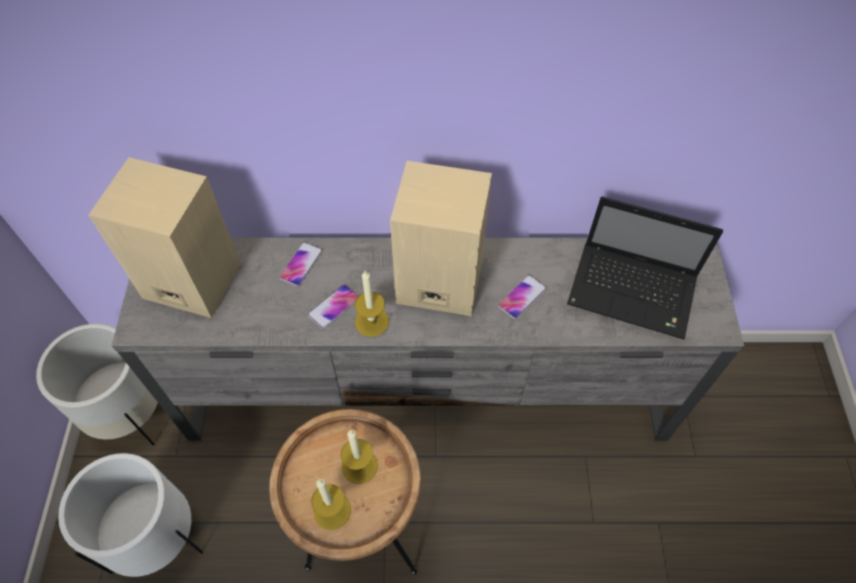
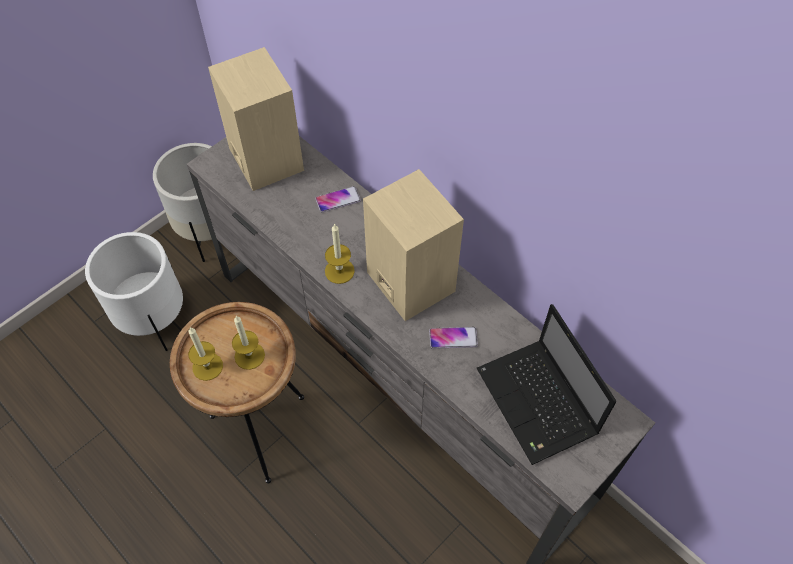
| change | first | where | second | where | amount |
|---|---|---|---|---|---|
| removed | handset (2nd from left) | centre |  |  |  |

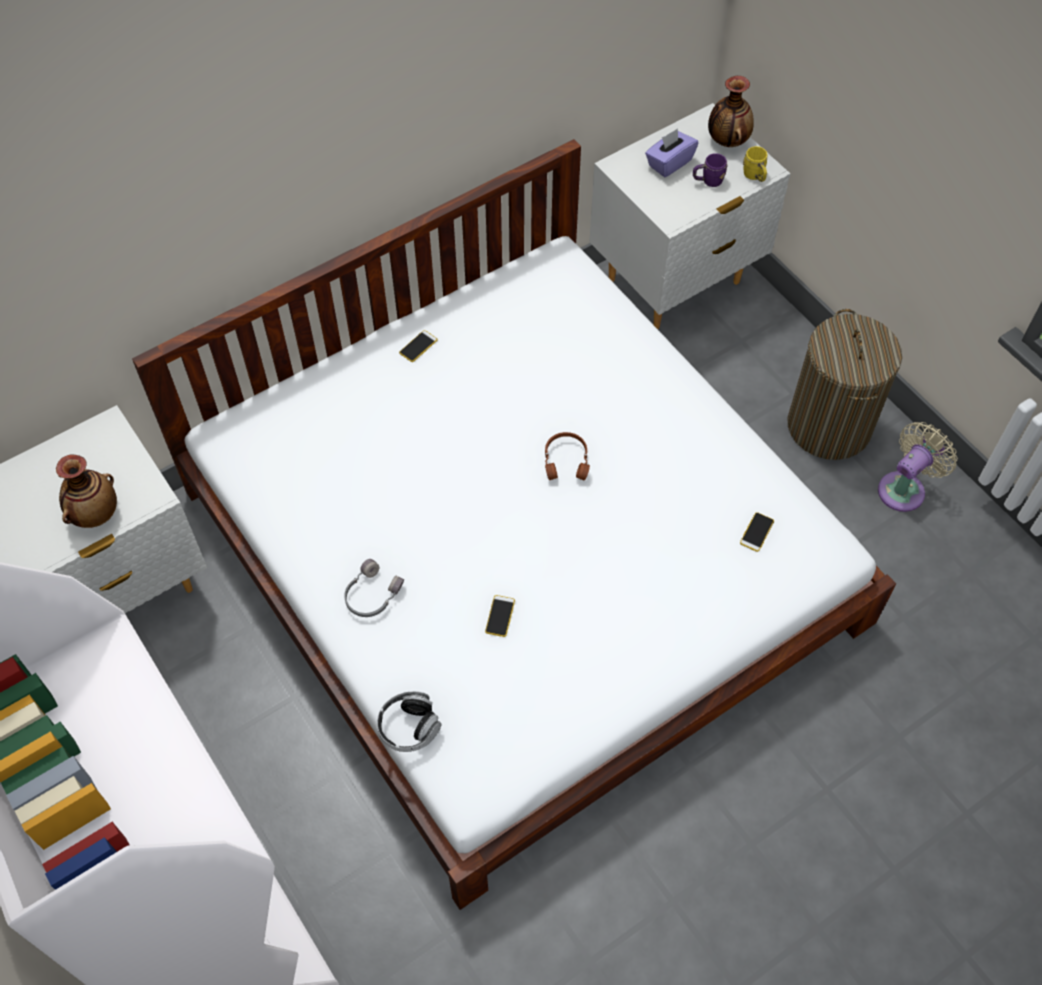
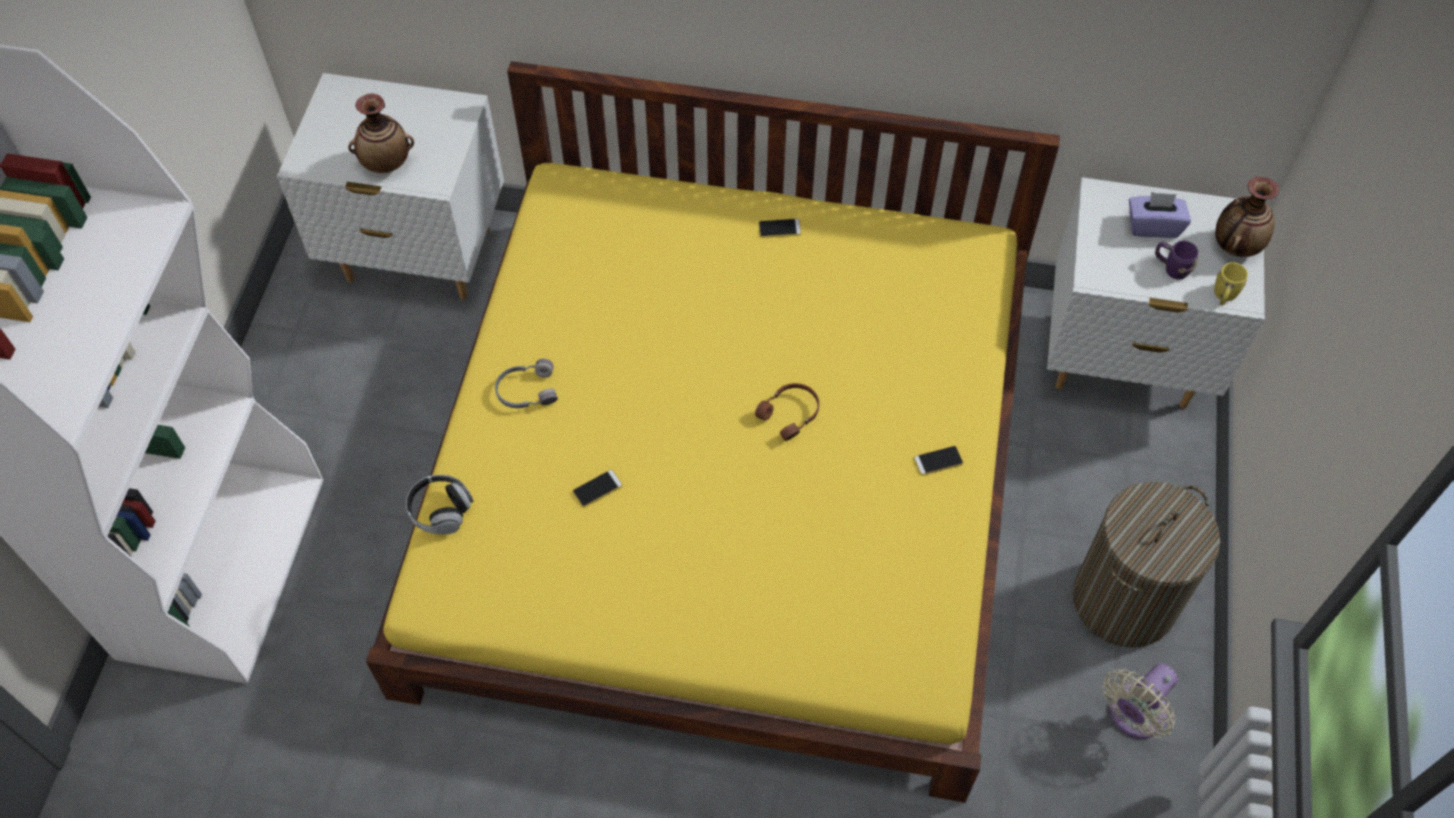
| change | first | where | second | where | amount |
|---|---|---|---|---|---|
| recoloured | white-coloured bed | centre | yellow bed | centre |  |
| turned | sand-coloured cooling fan | middle right |  | bottom right | 135 degrees clockwise |
| moved | handset (3rd from left) | middle right |  | centre |  |

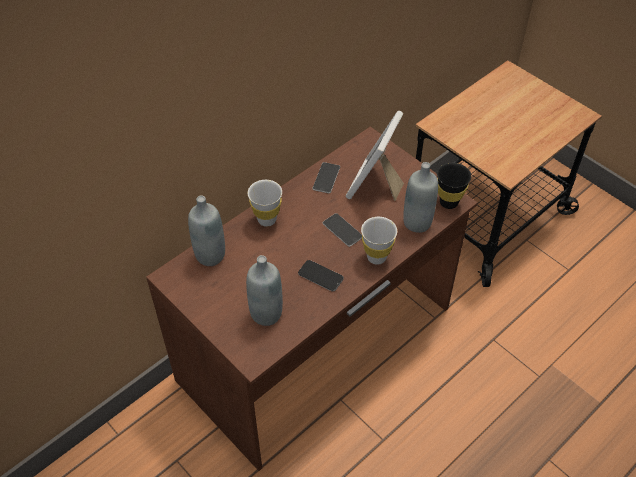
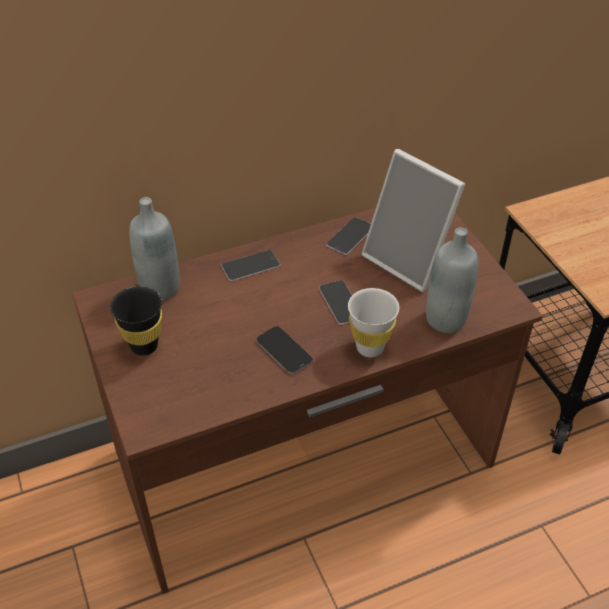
| change | first | where | second | where | amount |
|---|---|---|---|---|---|
| turned | standing frame | top centre |  | middle right | 90 degrees counterclockwise |
| moved | black small cup | middle right |  | middle left |  |
| replaced | white-coloured small cup (1st from left) | centre | handset (1st from left) | centre |  |
| removed | grey bottle (2nd from left) | centre |  |  |  |

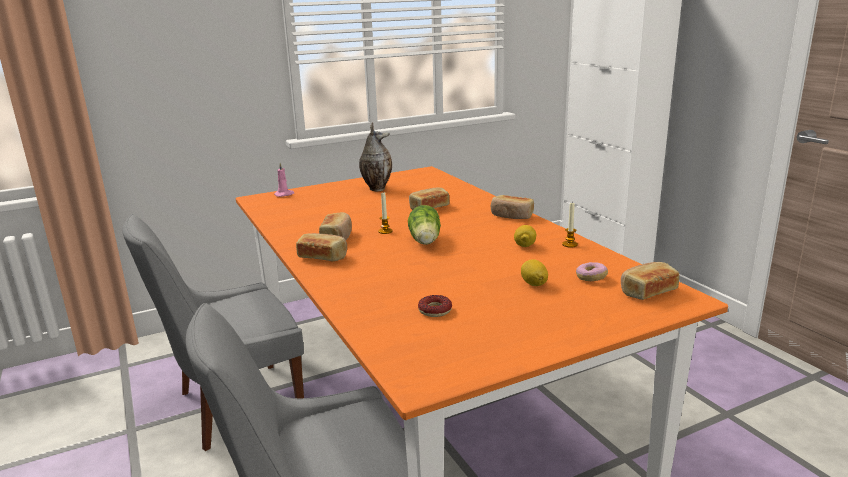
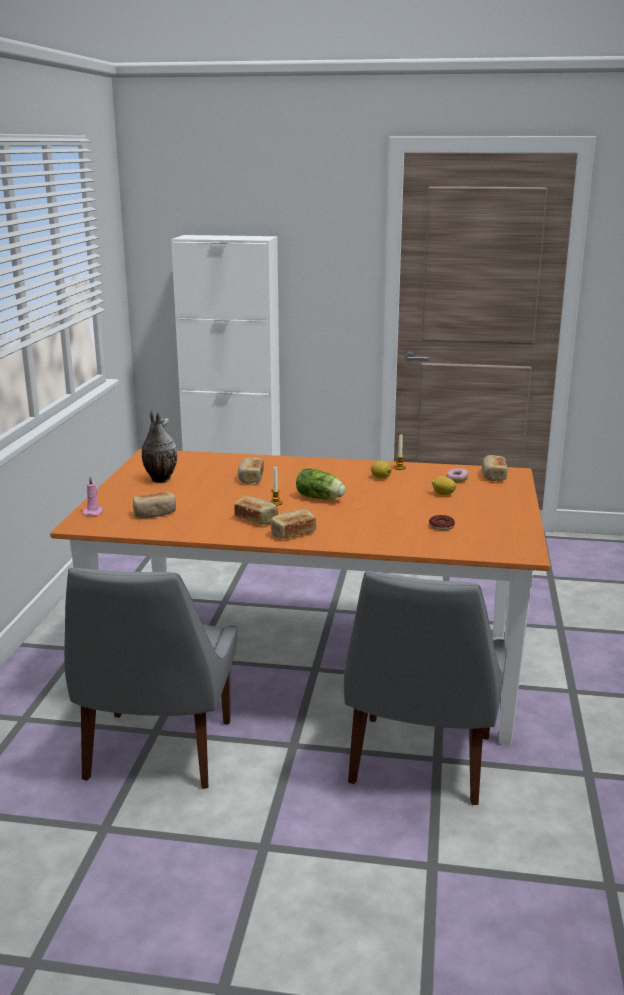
| change | first | where | second | where | amount |
|---|---|---|---|---|---|
| moved | bread (4th from left in the first image) | centre | bread (1st from left) | middle left |  |

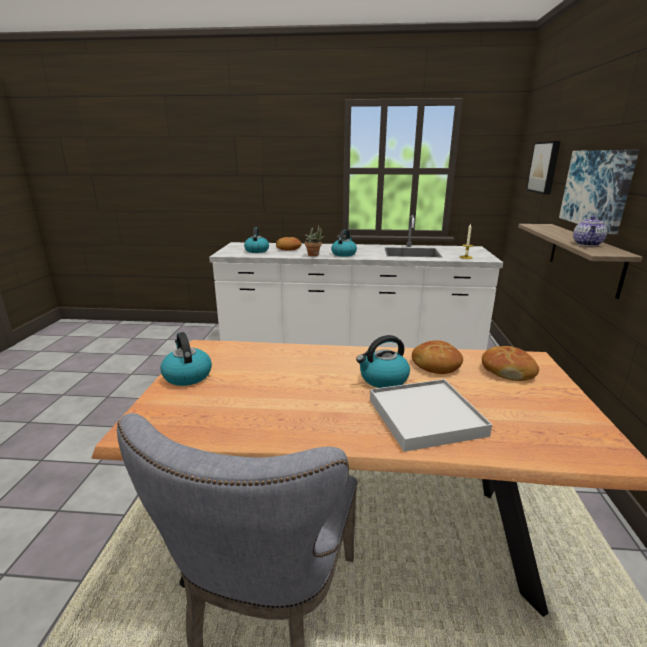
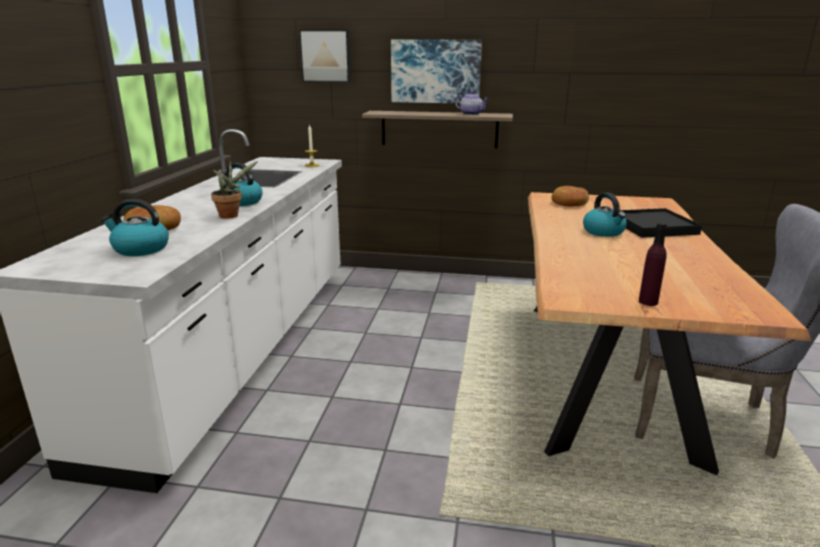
| change | first | where | second | where | amount |
|---|---|---|---|---|---|
| replaced | tea kettle (1st from left) | middle left | purple bottle | middle right |  |
| removed | bread (2nd from left) | middle right |  |  |  |
| recoloured | white-coloured carrying tray | centre | black carrying tray | middle right |  |

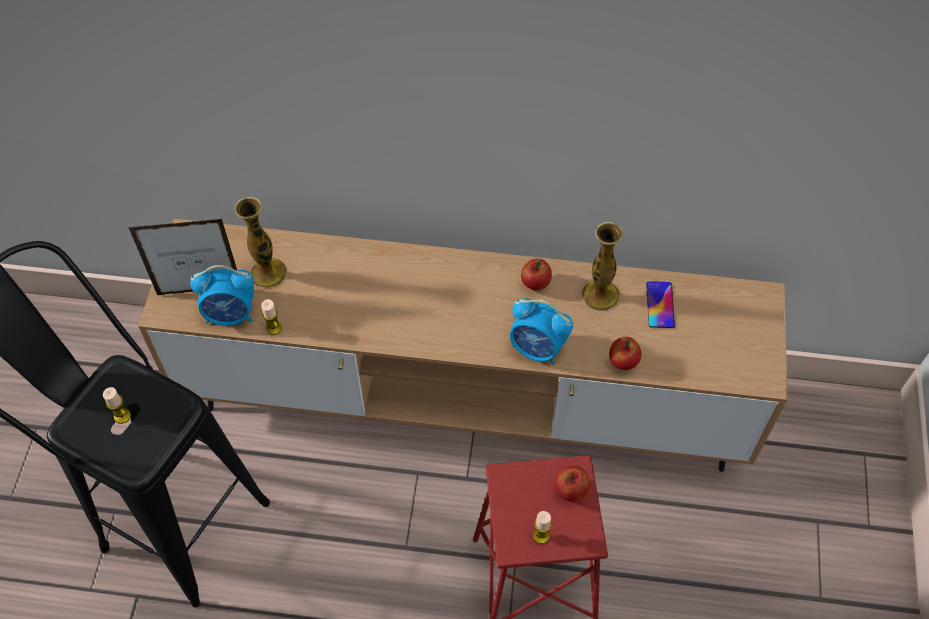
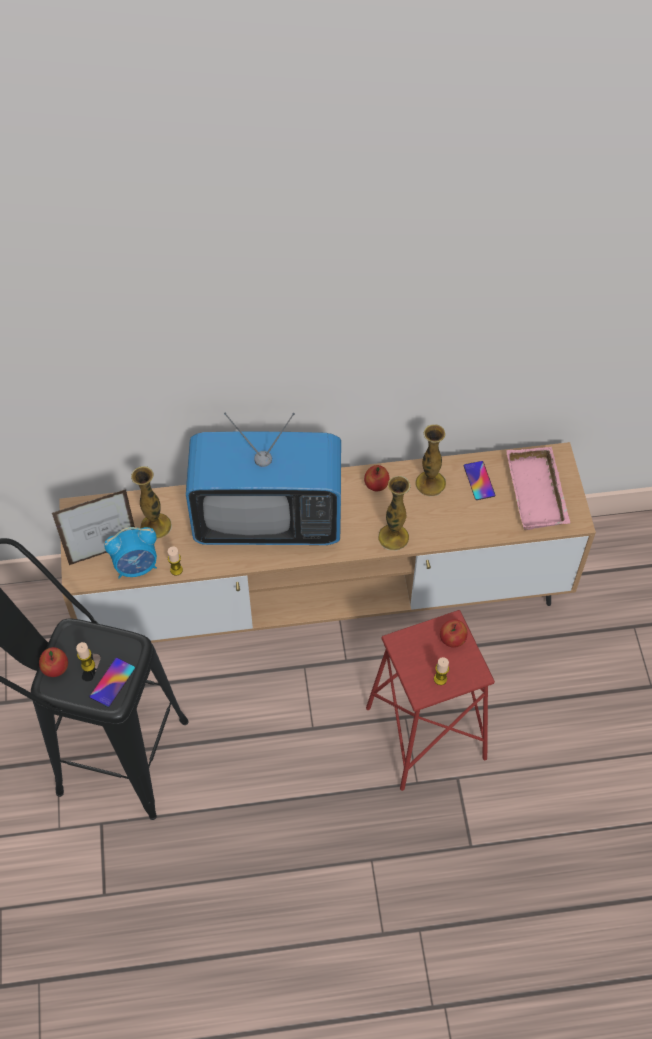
| change | first | where | second | where | amount |
|---|---|---|---|---|---|
| replaced | bedside clock (2nd from left) | centre | vase (2nd from left) | centre |  |
| moved | apple fruit (3rd from left in the first image) | middle right | apple fruit (1st from left) | middle left |  |
| added |  |  | TV | centre |  |
| added |  |  | pinkish carrying tray | middle right |  |
| added |  |  | handset (1st from left) | middle left |  |

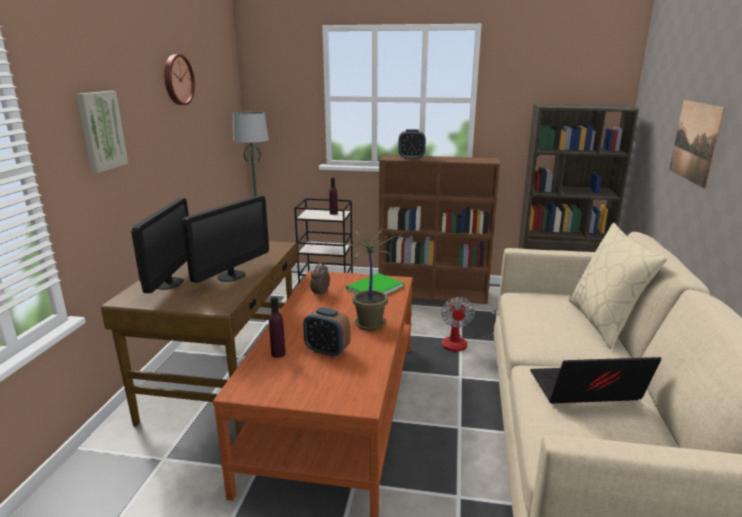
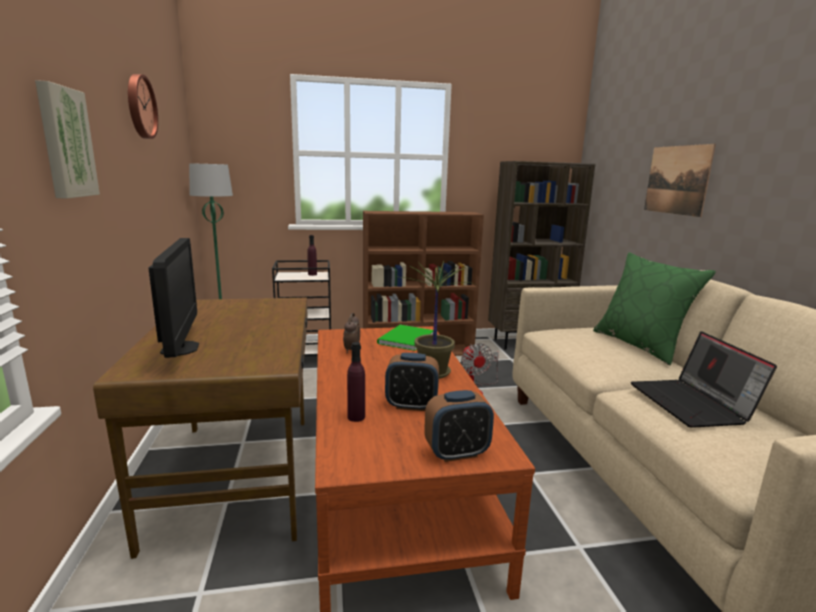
| change | first | where | second | where | amount |
|---|---|---|---|---|---|
| moved | bedside clock (3rd from left) | top centre |  | bottom centre |  |
| removed | computer display (2nd from left) | middle left |  |  |  |
| recoloured | sand-coloured pillow | middle right | greenish pillow | middle right |  |
| turned | portable computer | bottom right |  | middle right | 75 degrees counterclockwise |

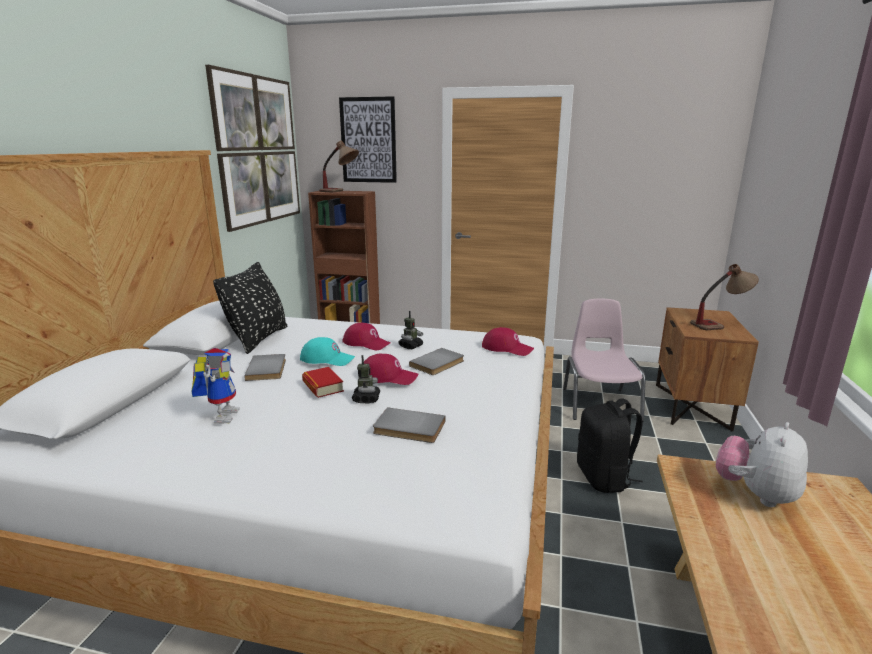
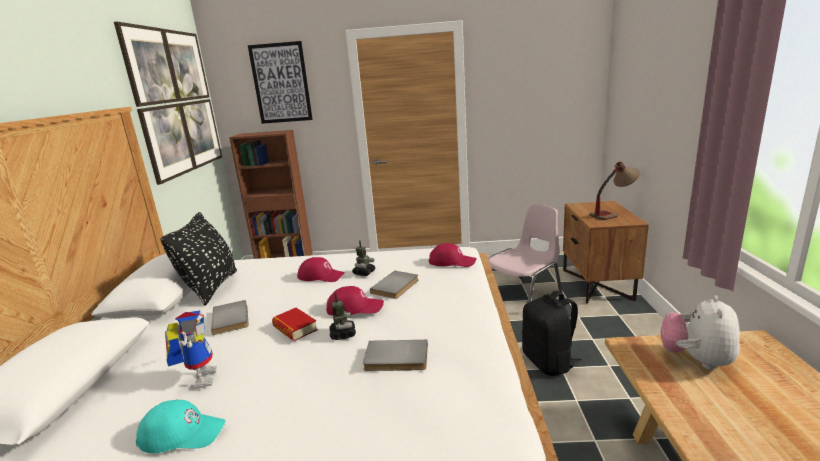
| change | first | where | second | where | amount |
|---|---|---|---|---|---|
| removed | lamp for a table (1st from left) | top centre |  |  |  |
| turned | pinkish upright chair | middle right |  | centre | 60 degrees clockwise |
| moved | blue-green peaked cap | centre |  | bottom left |  |

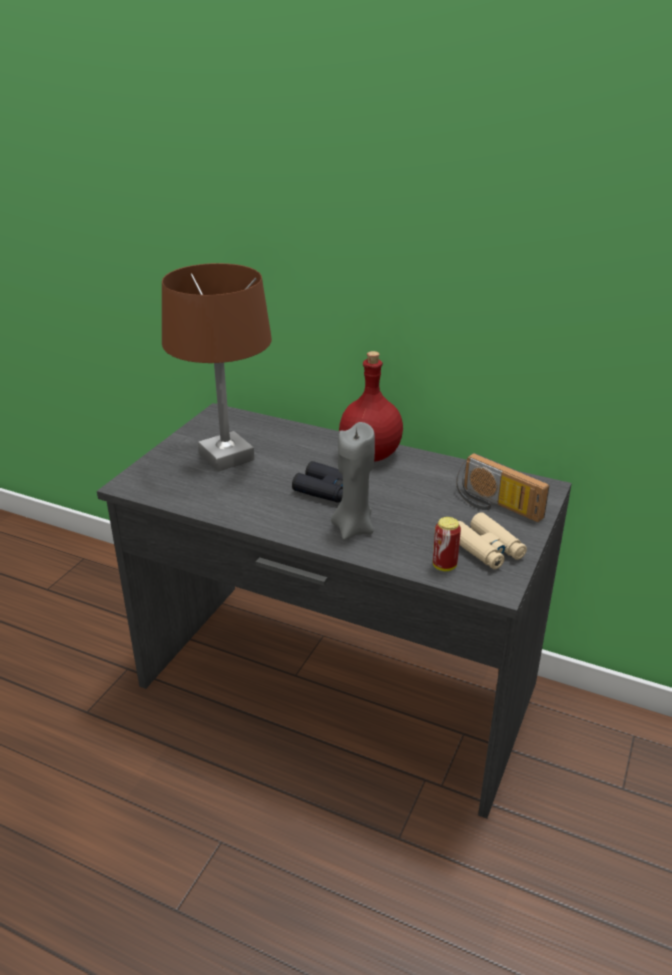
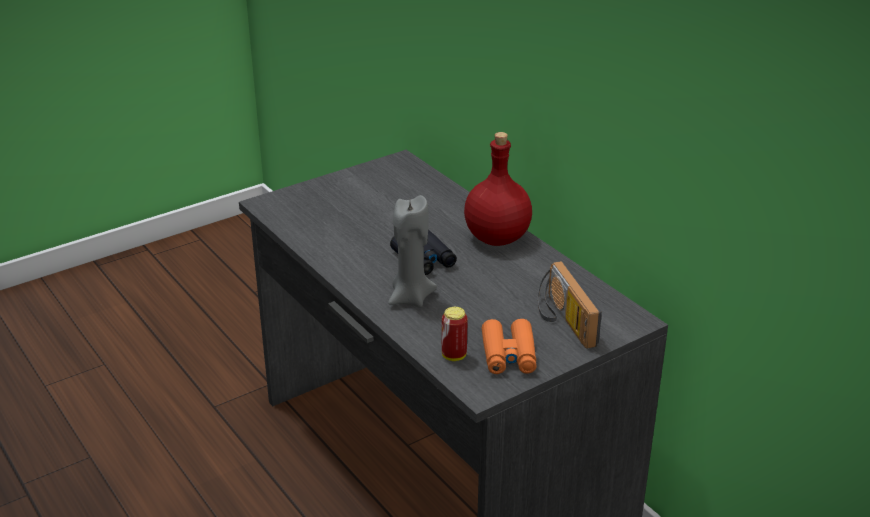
| change | first | where | second | where | amount |
|---|---|---|---|---|---|
| removed | brownish lamp for a table | middle left |  |  |  |
| recoloured | sand-coloured pair of binoculars | middle right | orange pair of binoculars | bottom centre |  |

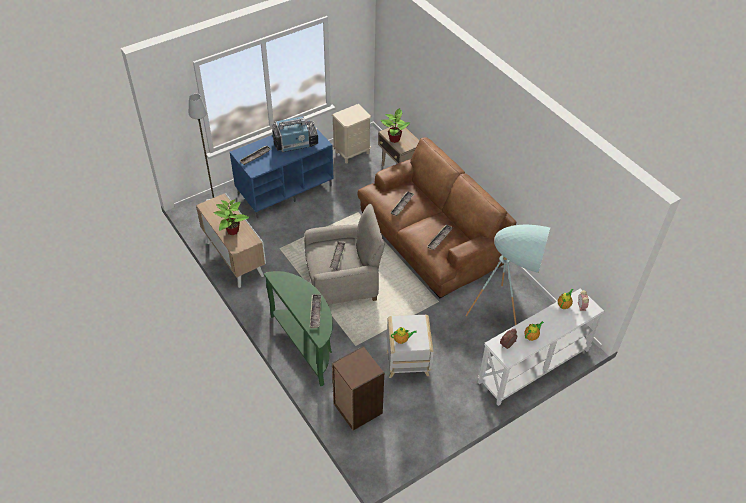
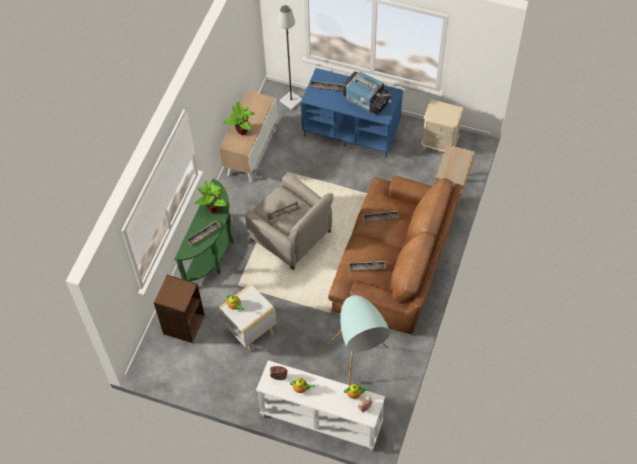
| change | first | where | second | where | amount |
|---|---|---|---|---|---|
| moved | potted plant (2nd from left in the first image) | top centre | potted plant (1st from left) | middle left |  |

